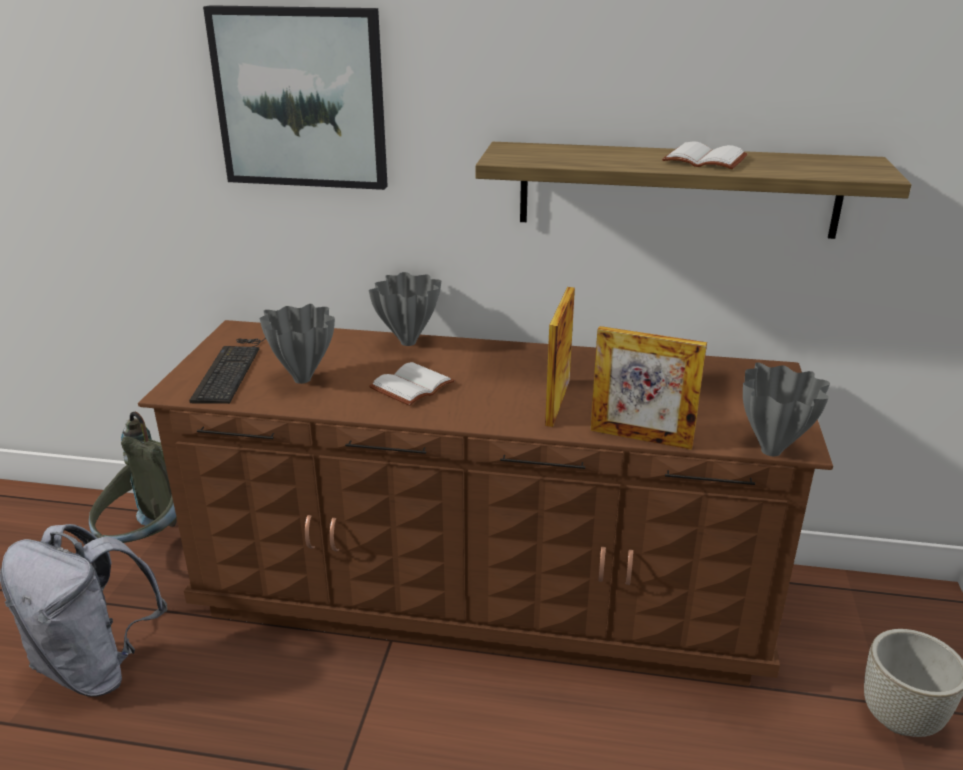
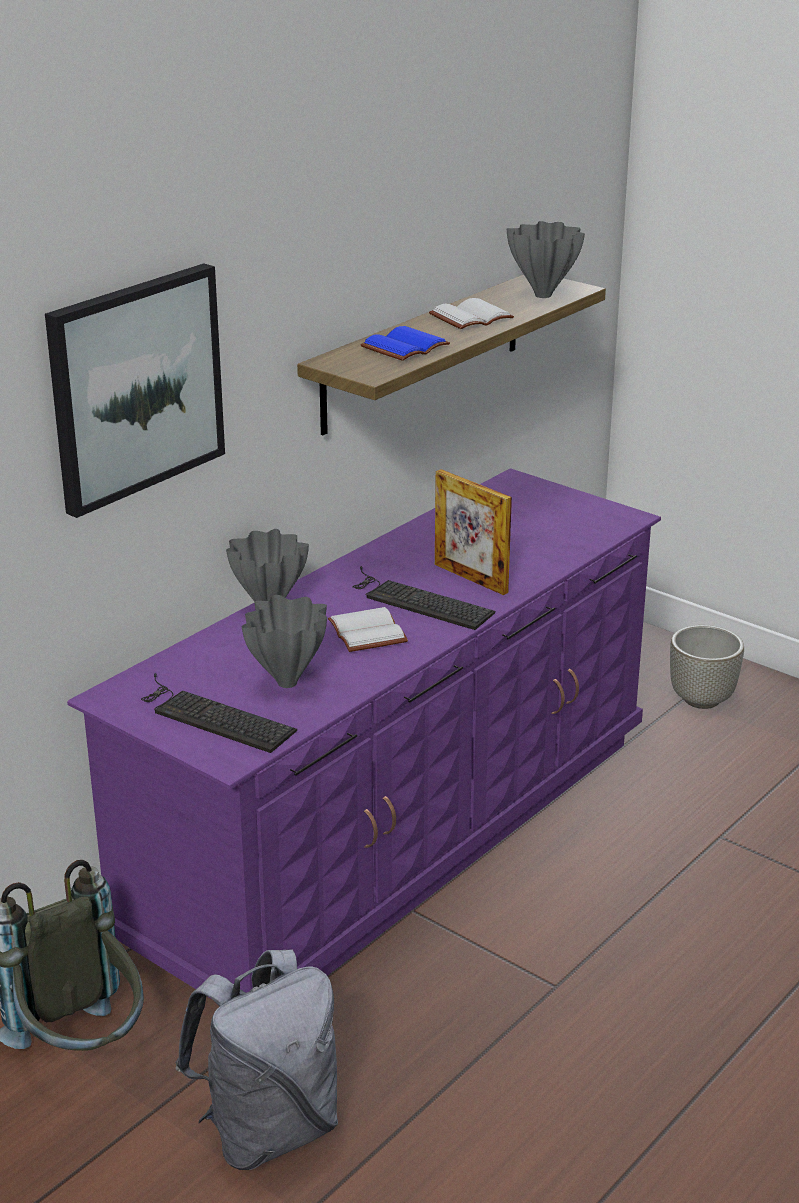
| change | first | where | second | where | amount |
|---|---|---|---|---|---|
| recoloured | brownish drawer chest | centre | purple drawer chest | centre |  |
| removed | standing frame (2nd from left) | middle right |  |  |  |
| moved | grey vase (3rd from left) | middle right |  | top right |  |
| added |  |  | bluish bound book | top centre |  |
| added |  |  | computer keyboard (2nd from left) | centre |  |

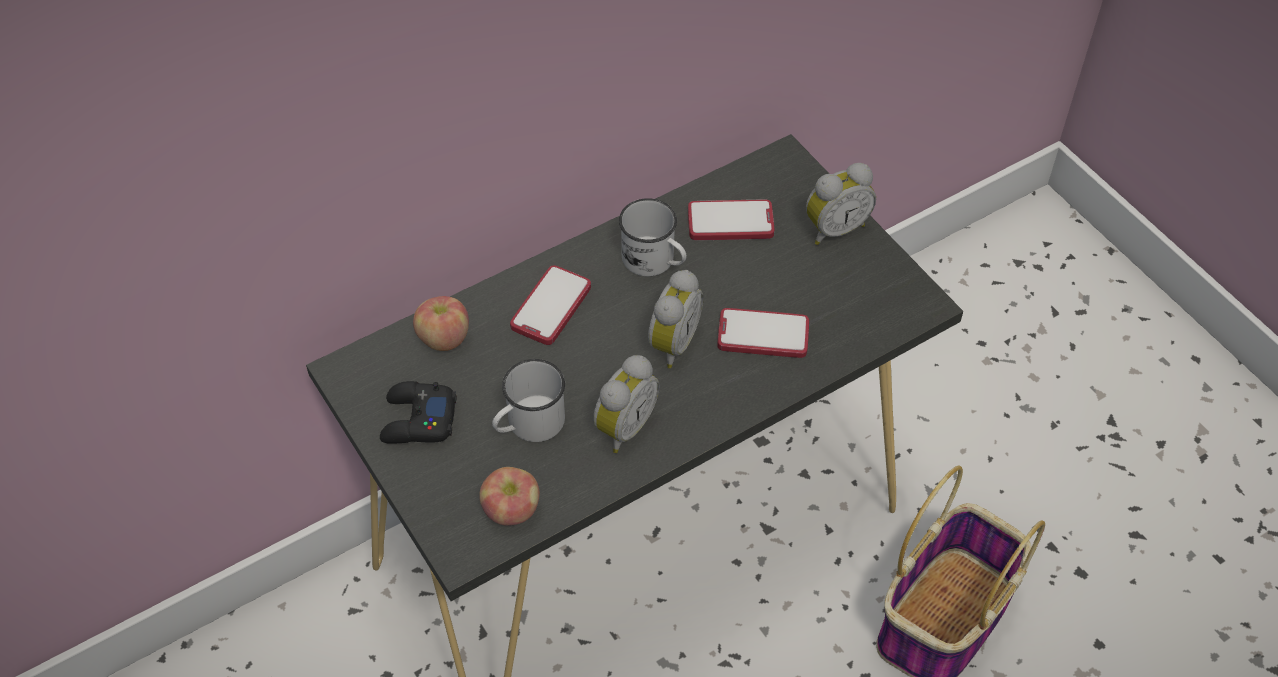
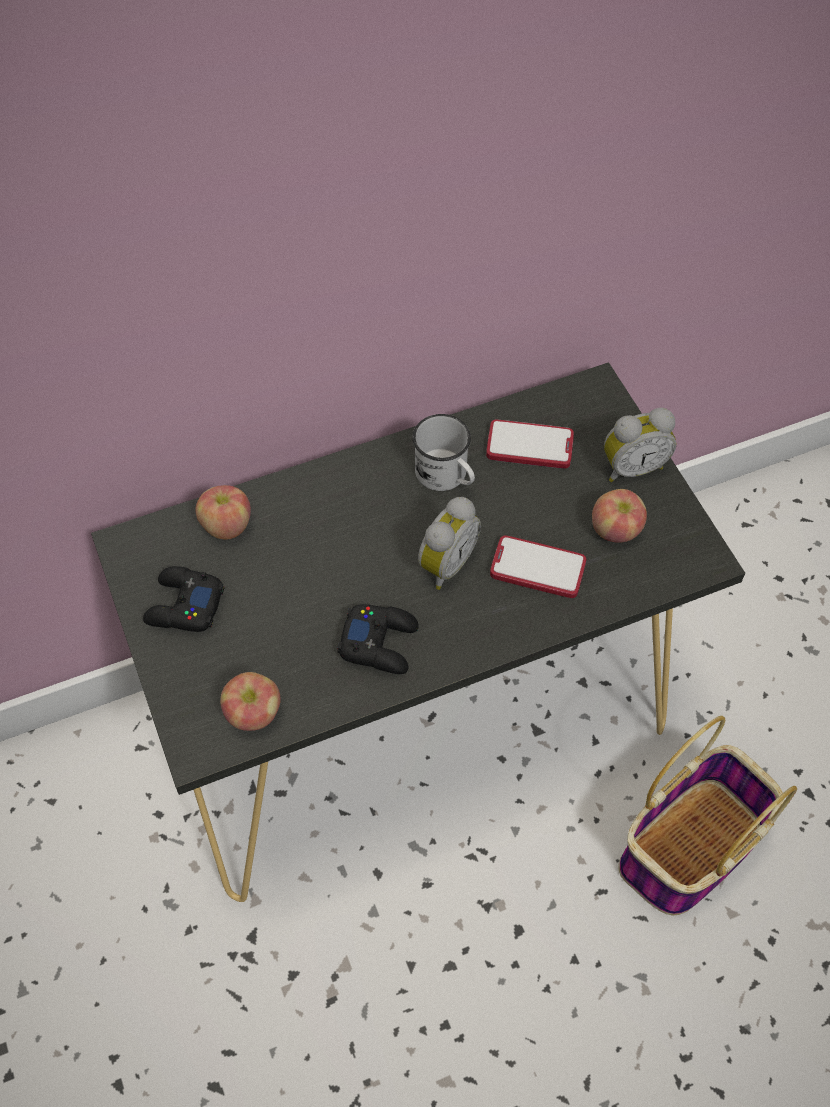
| change | first | where | second | where | amount |
|---|---|---|---|---|---|
| removed | handset (1st from left) | centre |  |  |  |
| replaced | bedside clock (1st from left) | centre | black gamepad (2nd from left) | centre |  |
| removed | white-coloured coffee mug (1st from left) | centre |  |  |  |
| added |  |  | apple fruit (3rd from left) | middle right |  |

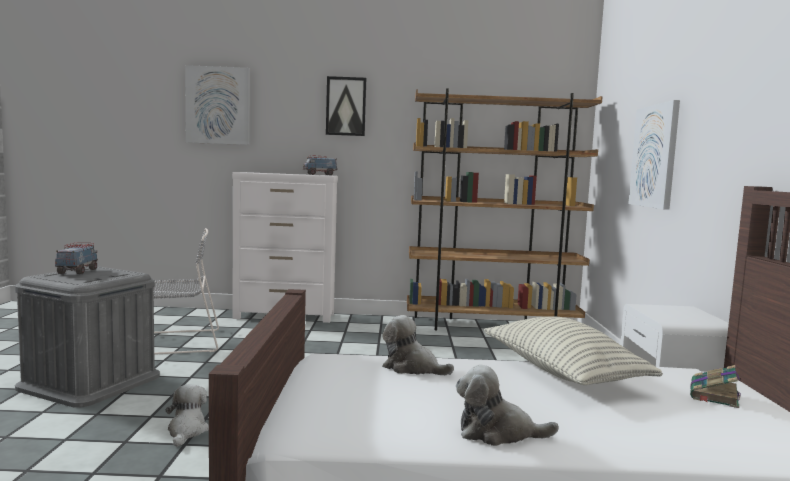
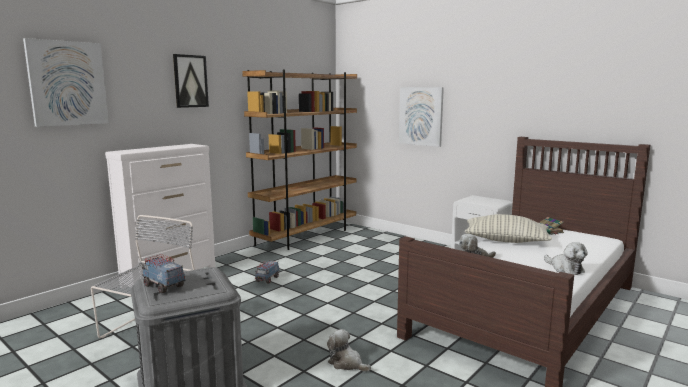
| change | first | where | second | where | amount |
|---|---|---|---|---|---|
| moved | model truck (2nd from left) | centre |  | bottom centre |  |
| turned | cuddly toy (3rd from left) | bottom centre |  | bottom right | 75 degrees counterclockwise |

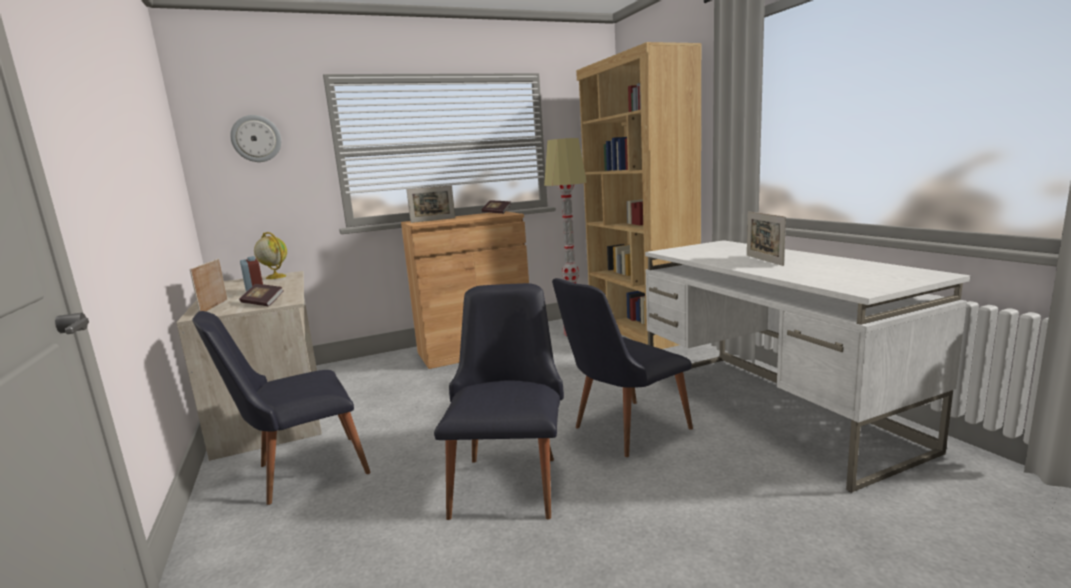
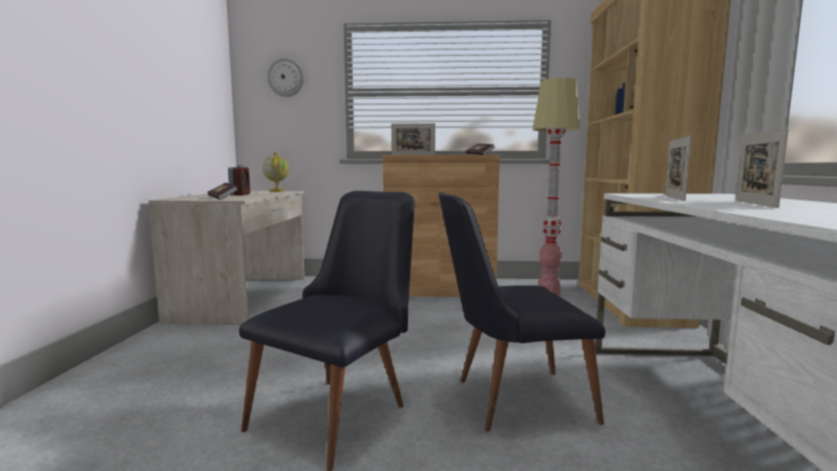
| change | first | where | second | where | amount |
|---|---|---|---|---|---|
| moved | standing frame (1st from left in the first image) | middle left | standing frame (2nd from left) | middle right |  |
| removed | black upright chair (1st from left) | bottom left |  |  |  |

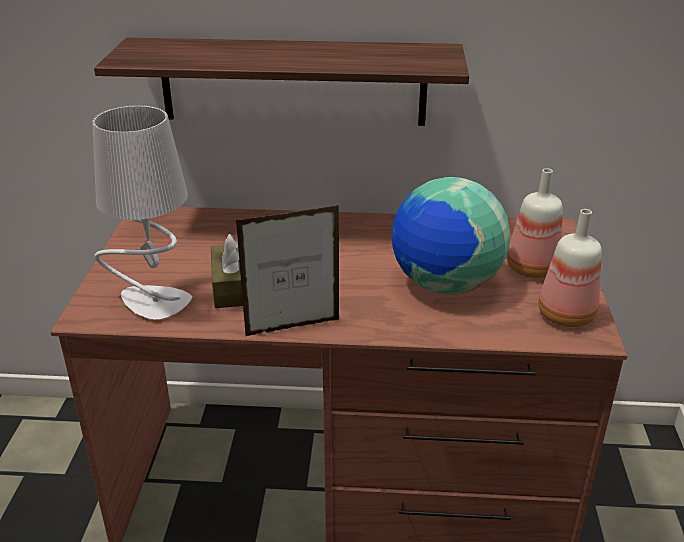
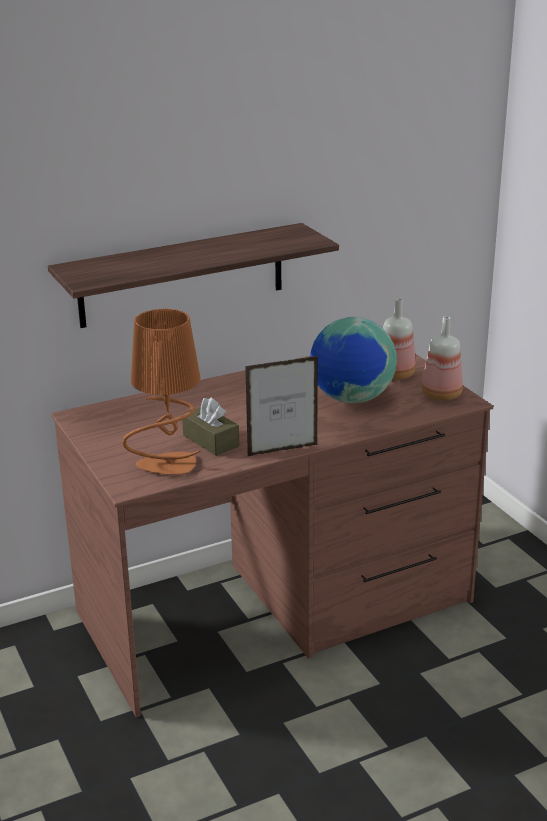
| change | first | where | second | where | amount |
|---|---|---|---|---|---|
| recoloured | white-coloured lamp for a table | middle left | orange lamp for a table | middle left |  |
| turned | standing frame | centre |  | centre | 150 degrees counterclockwise |

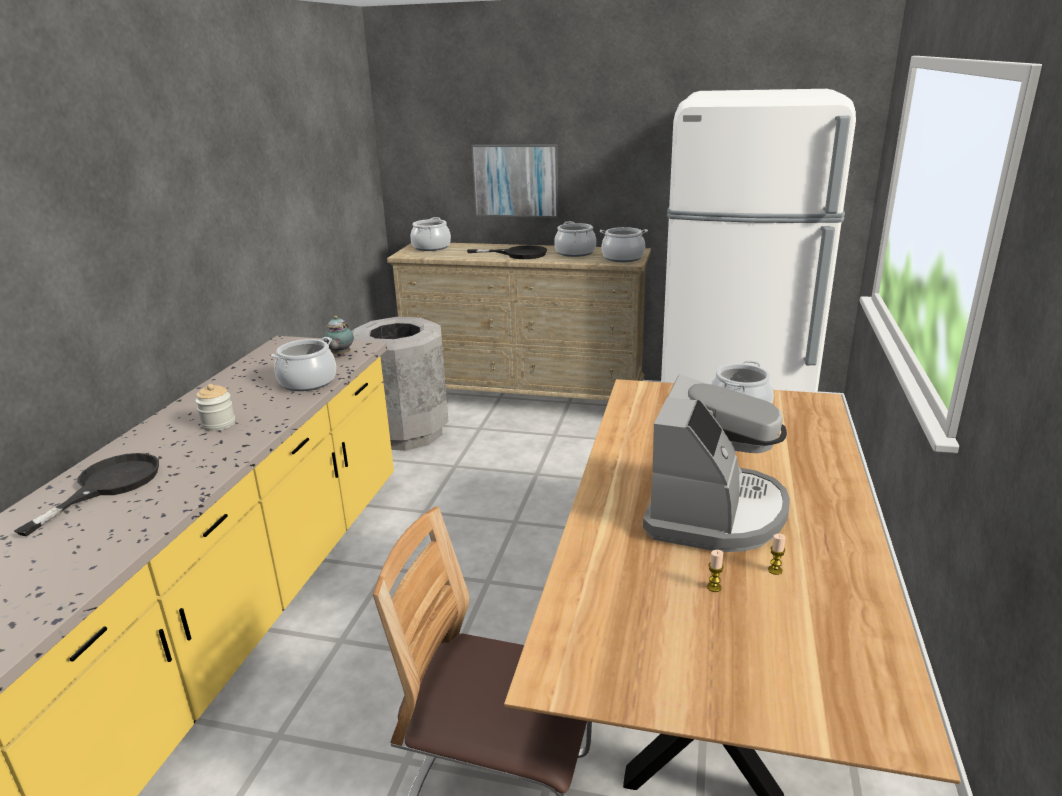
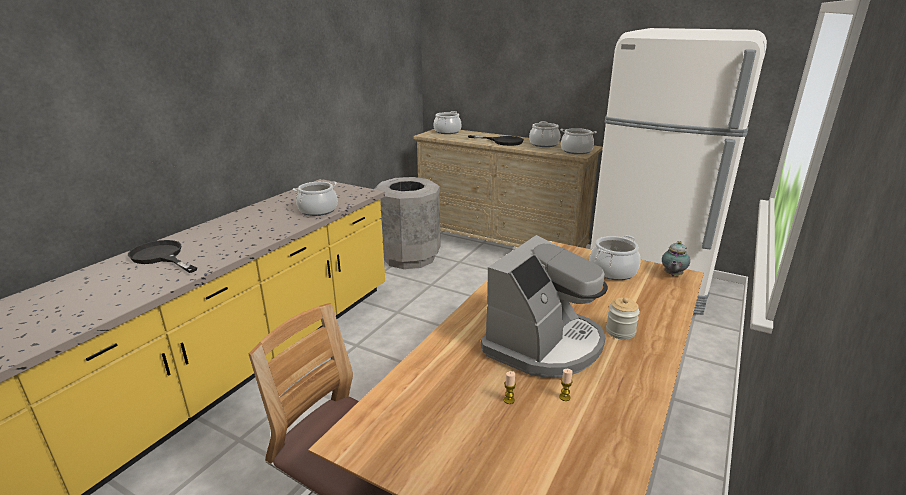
| change | first | where | second | where | amount |
|---|---|---|---|---|---|
| removed | wall picture | top centre |  |  |  |
| moved | tea pot | middle left |  | middle right |  |
| moved | jar | middle left |  | middle right |  |
| turned | black pan (1st from left) | middle left |  | middle left | 90 degrees counterclockwise |

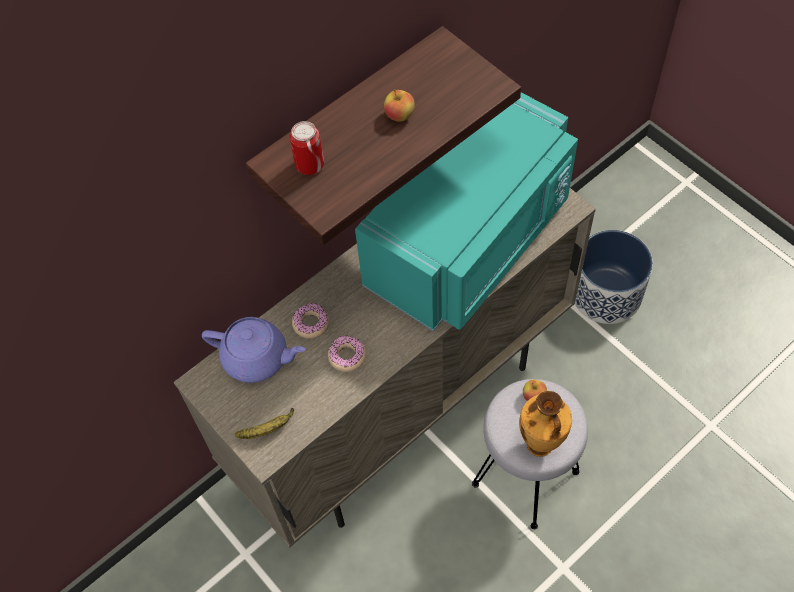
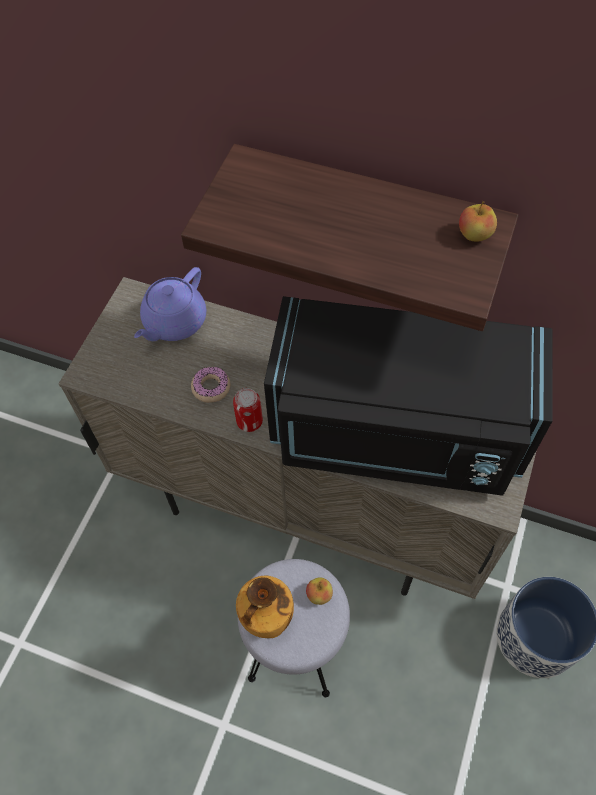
| change | first | where | second | where | amount |
|---|---|---|---|---|---|
| moved | apple fruit (1st from left in the first image) | top centre | apple fruit (2nd from left) | top right |  |
| recoloured | blue-green microwave oven | centre | black microwave oven | middle right |  |
| moved | sealed can | top centre |  | centre |  |
| removed | doughnut (1st from left) | centre |  |  |  |
| turned | purple tea pot | middle left |  | middle left | 45 degrees clockwise |
| removed | banana fruit | bottom left |  |  |  |

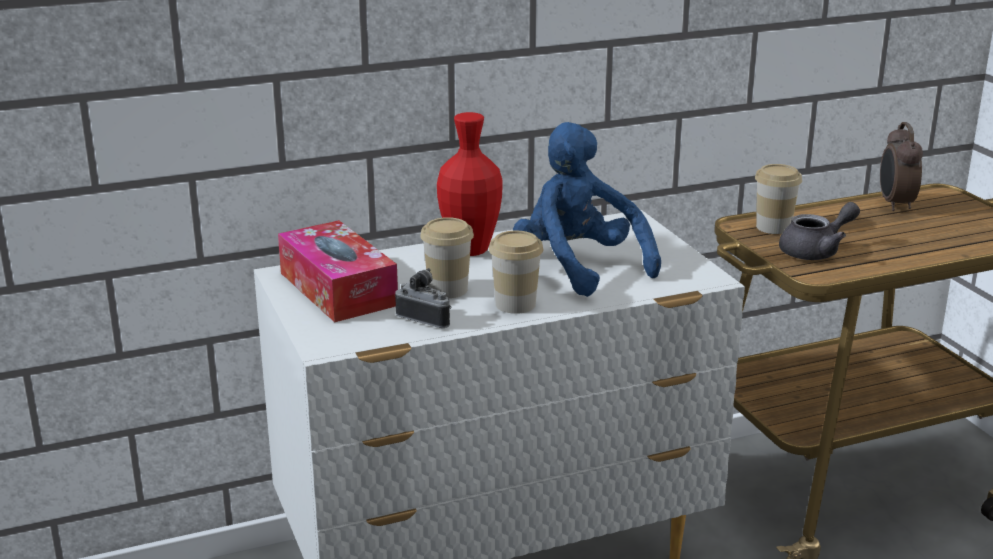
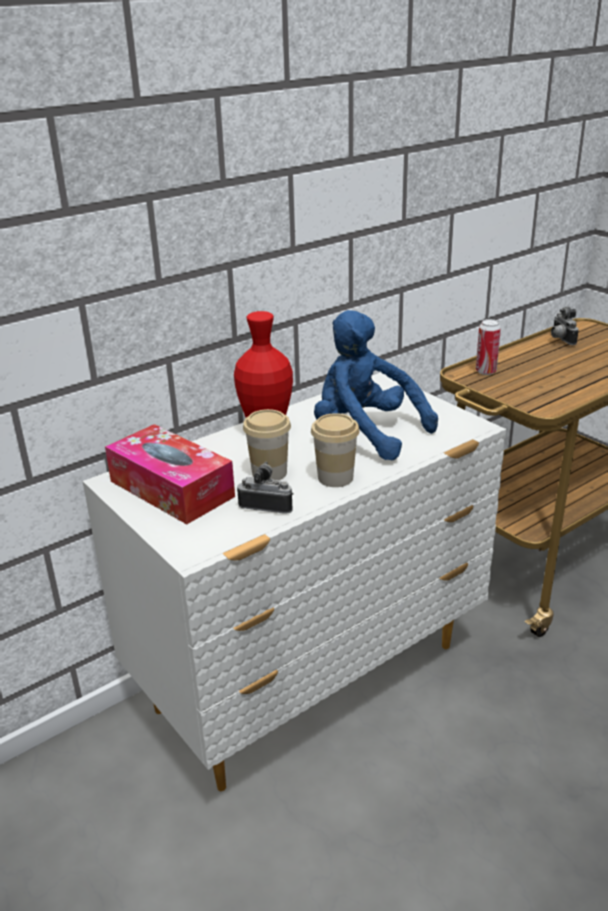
| change | first | where | second | where | amount |
|---|---|---|---|---|---|
| replaced | bedside clock | top right | still camera (2nd from left) | middle right |  |
| replaced | small cup (3rd from left) | middle right | sealed can | middle right |  |
| removed | grey tea pot | middle right |  |  |  |

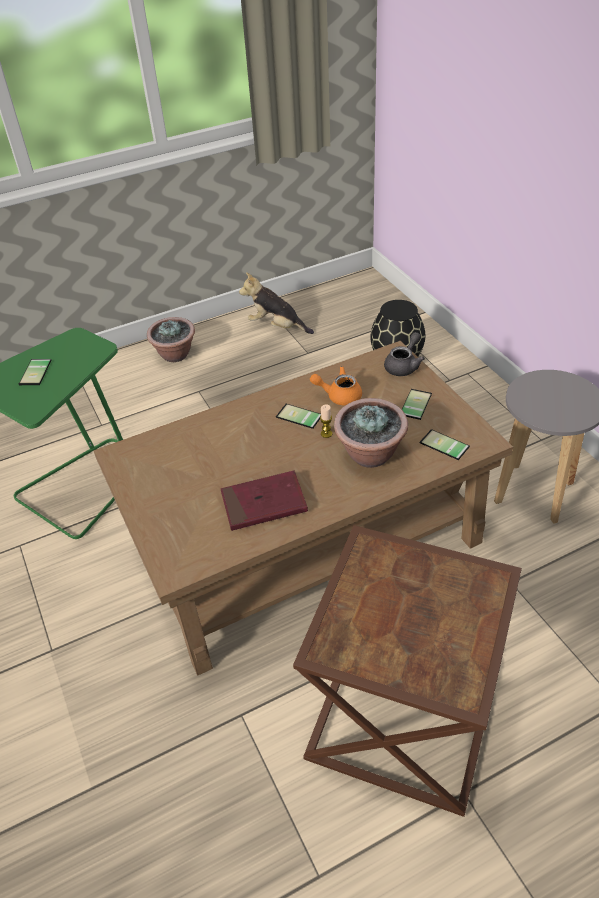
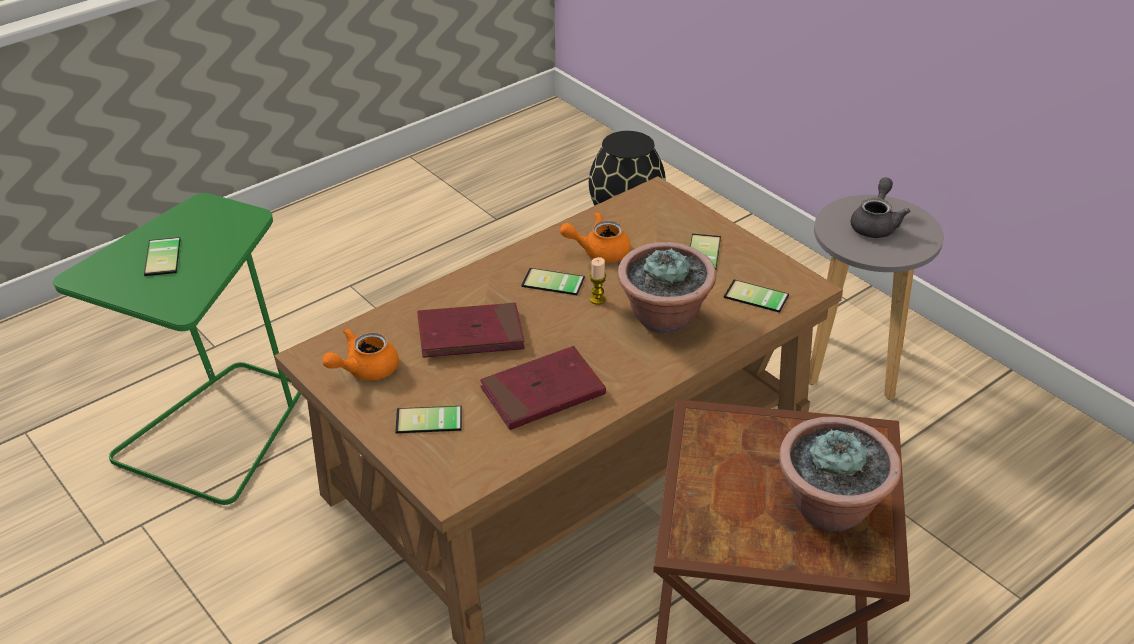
| change | first | where | second | where | amount |
|---|---|---|---|---|---|
| removed | cuddly toy | centre |  |  |  |
| moved | potted plant (1st from left in the first image) | middle left | potted plant (2nd from left) | bottom right |  |
| moved | grey tea pot | middle right |  | top right |  |
| added |  |  | red bound book (1st from left) | centre |  |
| added |  |  | orange tea pot (1st from left) | middle left |  |
| added |  |  | handset (2nd from left) | centre |  |

